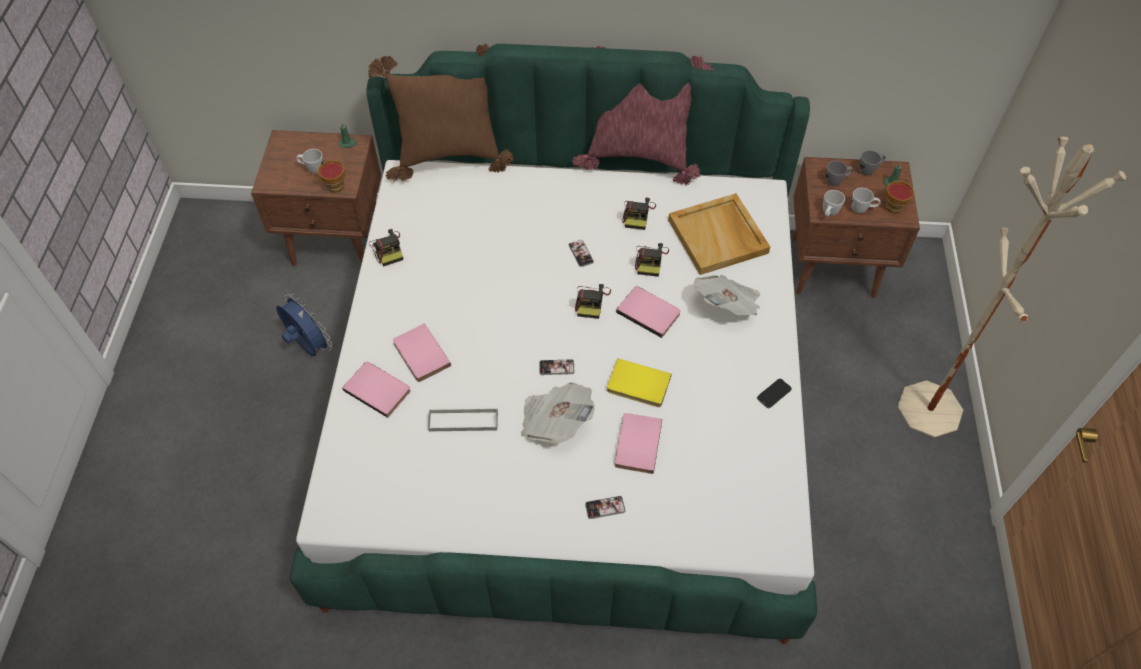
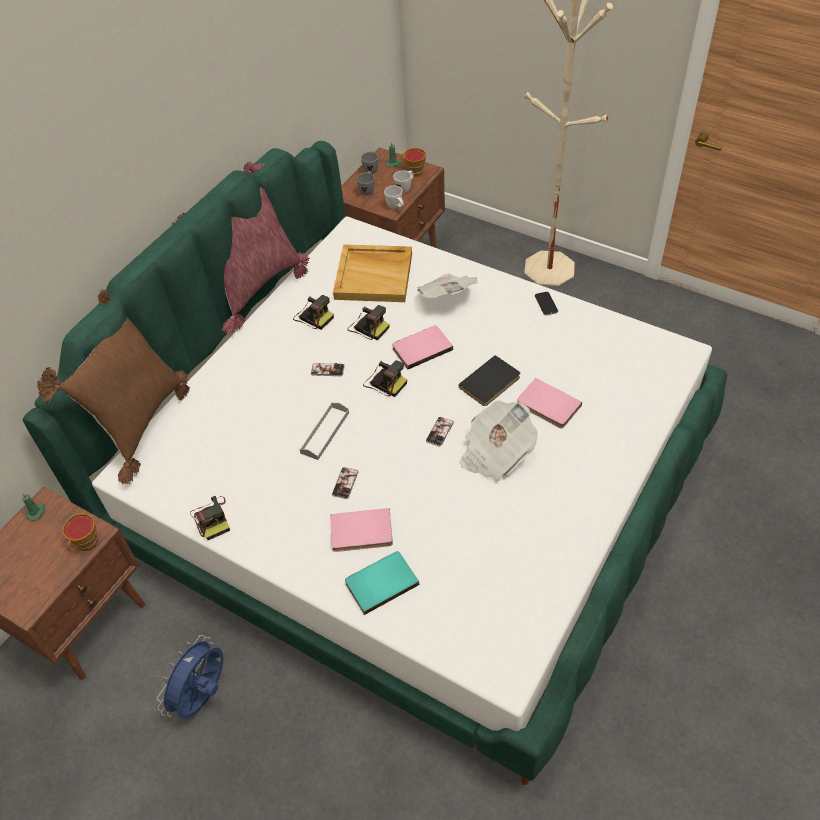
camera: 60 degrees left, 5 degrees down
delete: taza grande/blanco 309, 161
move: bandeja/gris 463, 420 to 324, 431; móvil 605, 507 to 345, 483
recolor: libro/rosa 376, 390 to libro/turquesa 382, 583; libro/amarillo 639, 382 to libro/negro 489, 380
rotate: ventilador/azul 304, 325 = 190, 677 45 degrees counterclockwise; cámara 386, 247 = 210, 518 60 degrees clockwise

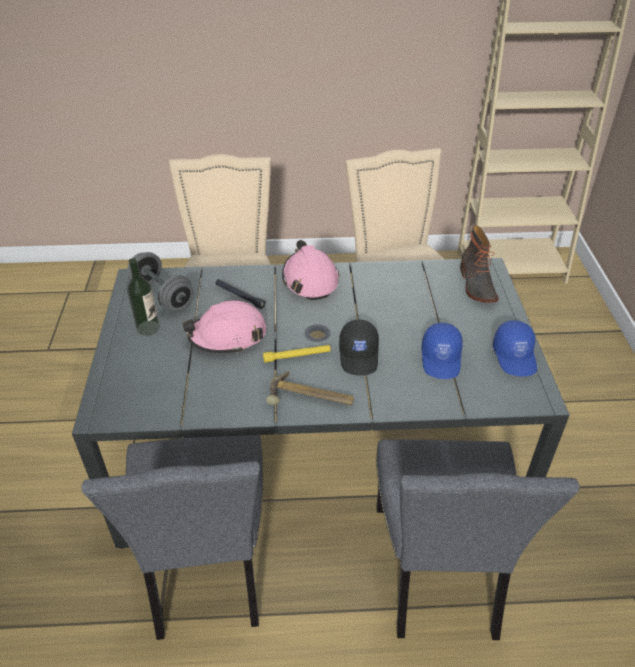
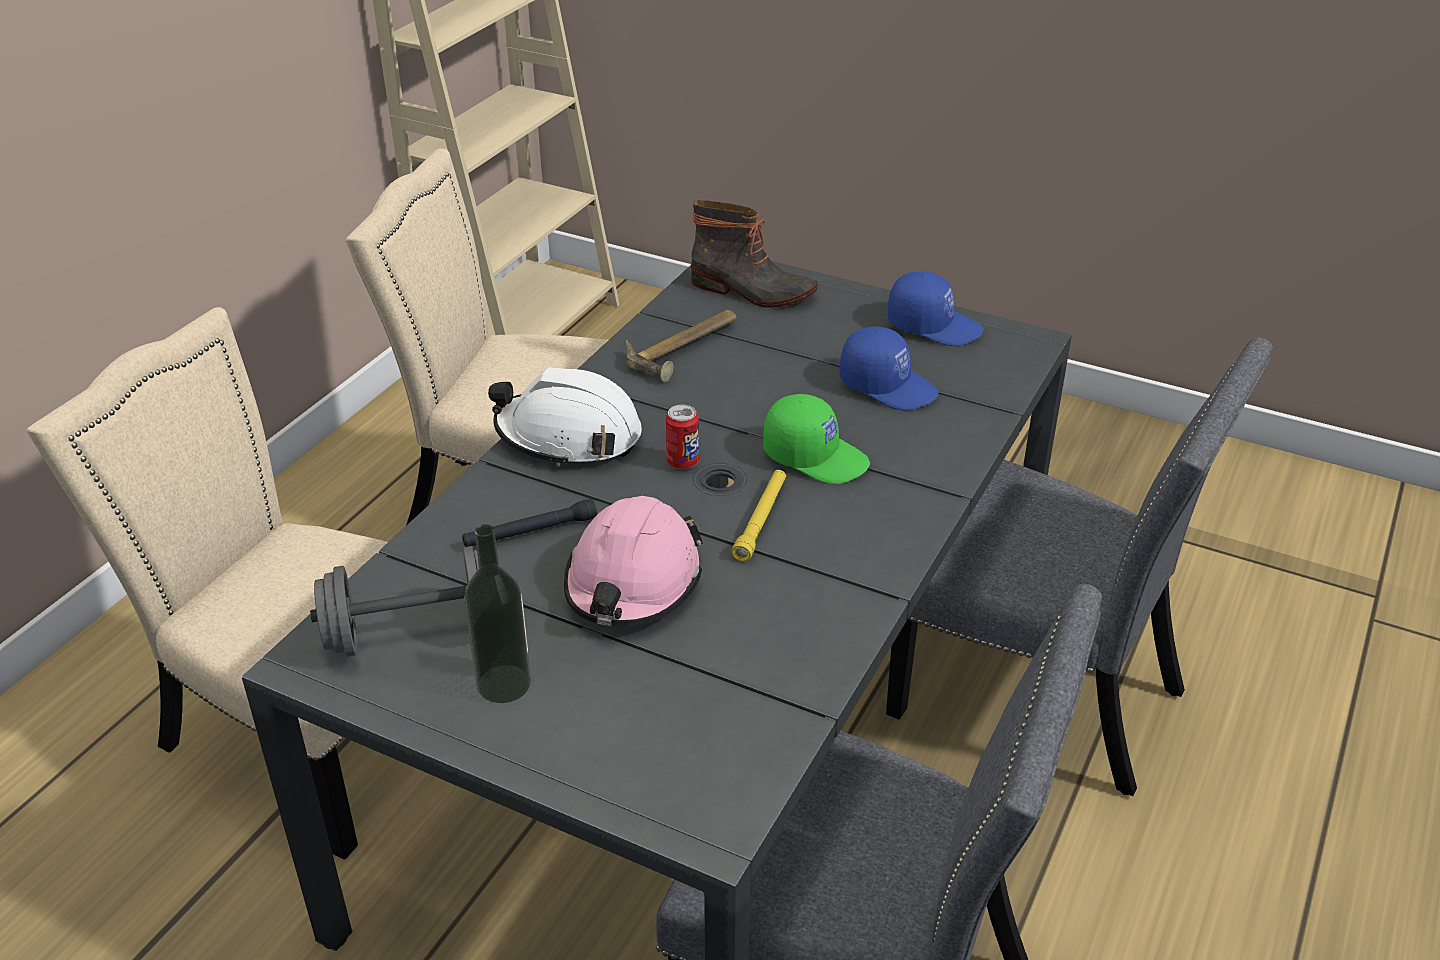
camera: 60 degrees left, 5 degrees down
insert: lata 682, 437
move: martillo 310, 387 to 681, 346
recolor: casco/rosa 310, 270 to casco/blanco 565, 417; gorra/negro 359, 348 to gorra/verde 816, 439

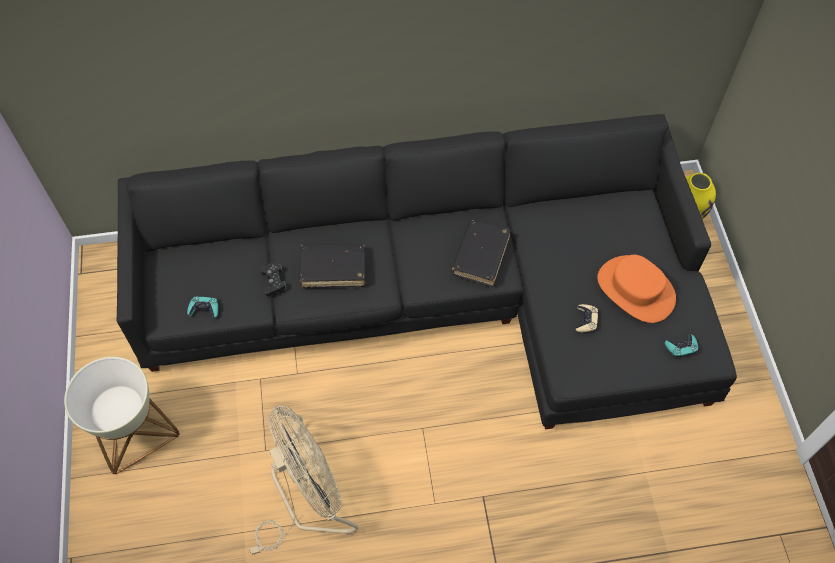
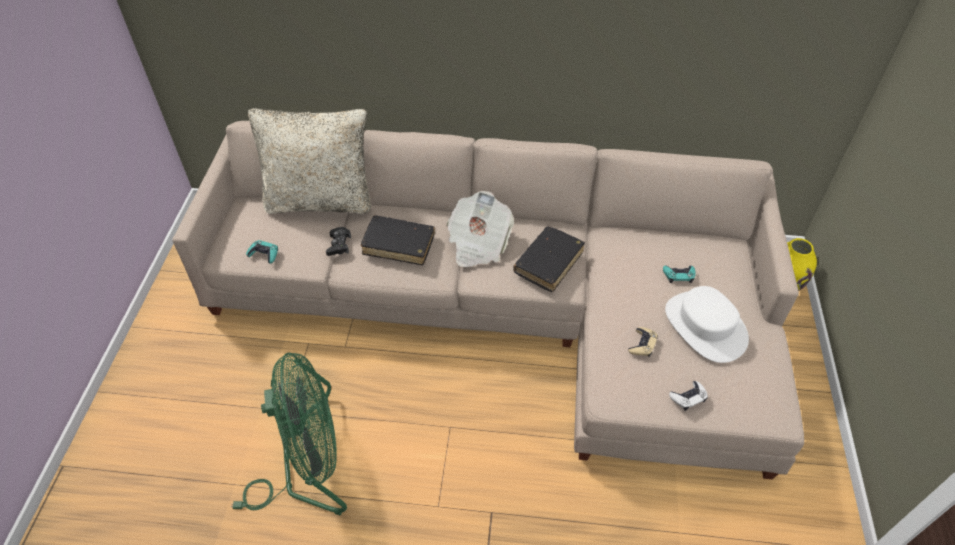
camera: 15 degrees right, 10 degrees down
delete: maceta 122, 415
insert: cojín/beis 309, 161; periódico 480, 229; mando de consola/blanco 688, 396
move: mando de consola/turquesa 681, 346 to 679, 274
recolor: sofá/negro 427, 272 to sofá/beis 488, 300; ventilador/beis 303, 480 to ventilador/verde 288, 434; sombrero/naranja 637, 289 to sombrero/blanco 707, 324

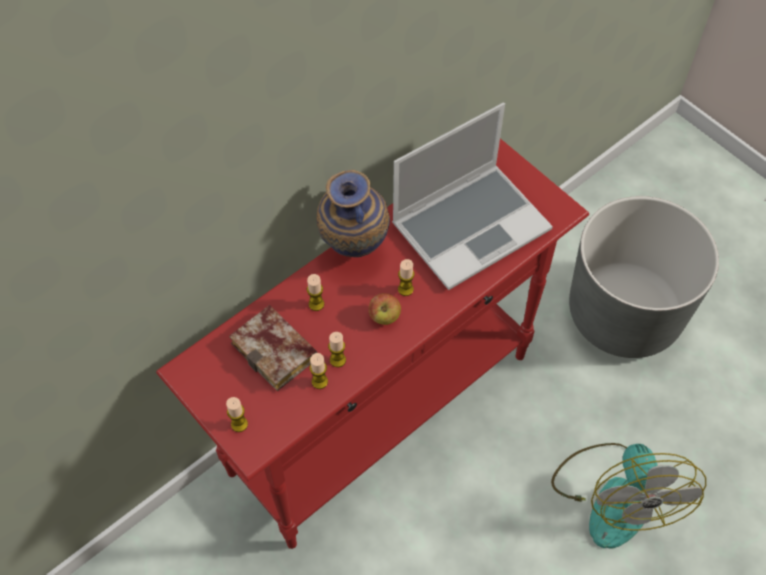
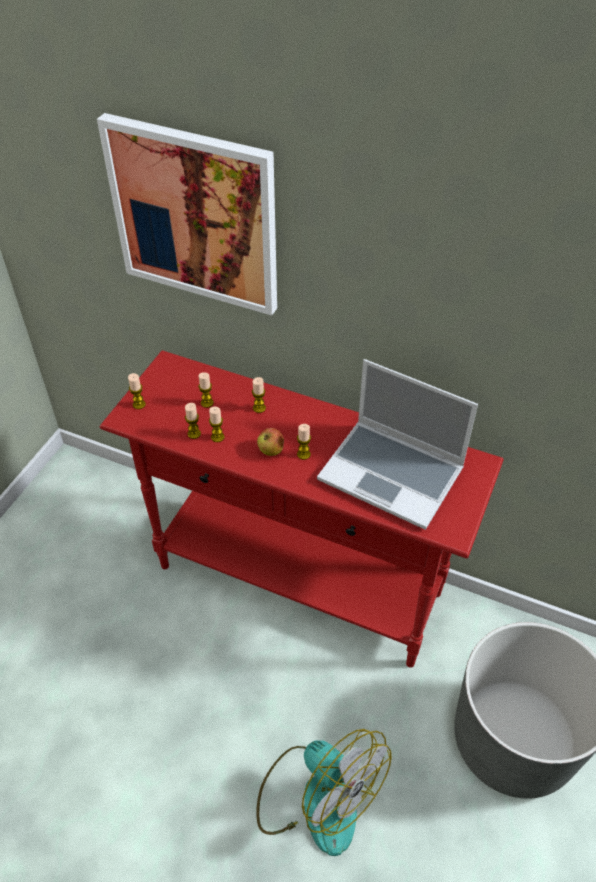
camera: 65 degrees right, 10 degrees down
delete: florero 353, 213
insert: cuadro 187, 214
replace: libro 273, 348 to vela 206, 390
rotate: ventilador 628, 496 = 324, 792 105 degrees counterclockwise

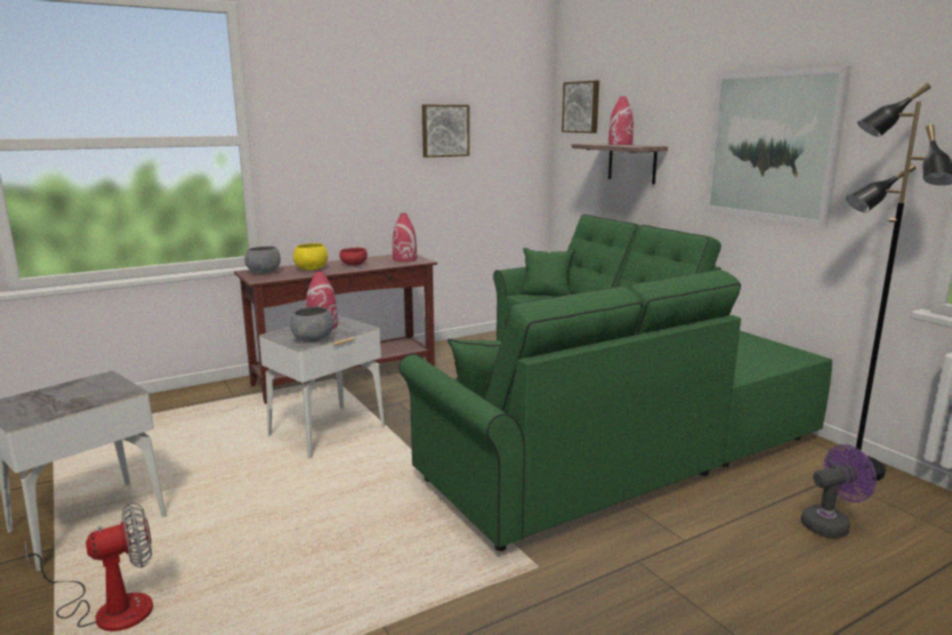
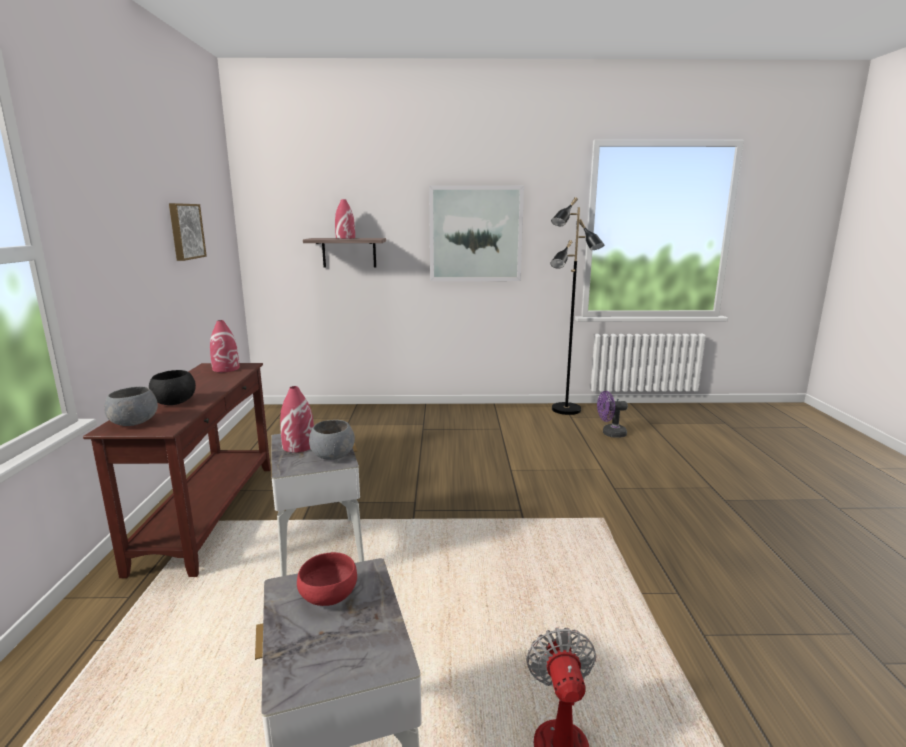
camera: 60 degrees left, 0 degrees up
delete: sofá/verde 615, 382; cuadro 580, 106
move: cuenco/rojo 353, 257 to 327, 579
recolor: cuenco/amarillo 310, 256 to cuenco/negro 172, 387
rotate: ventilador/morado 839, 491 = 612, 414 105 degrees counterclockwise

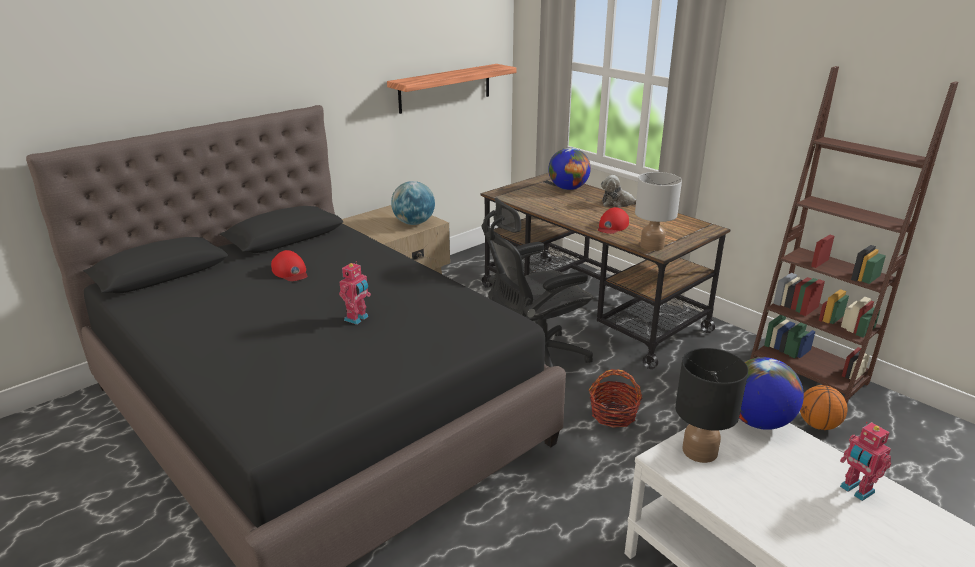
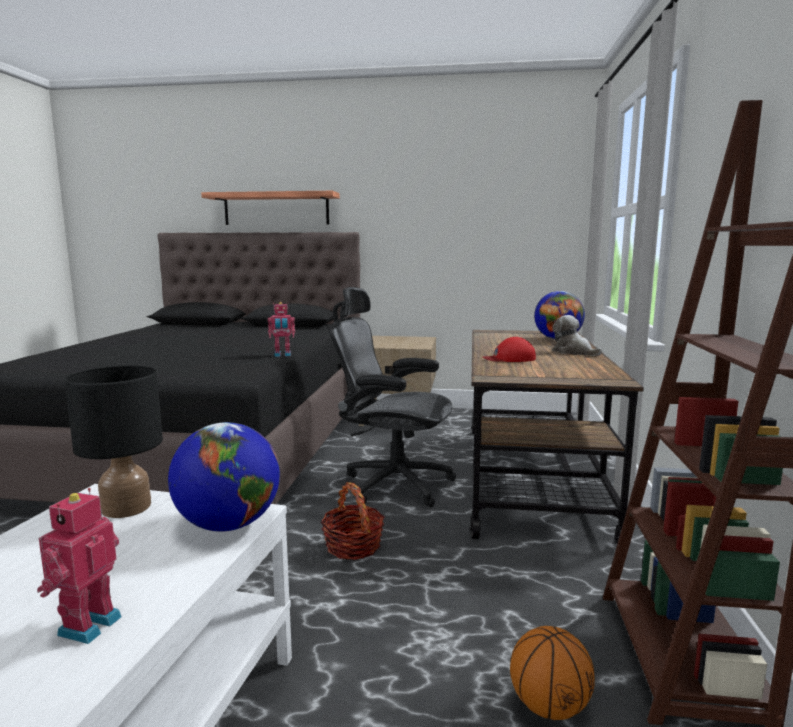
camera: 50 degrees right, 15 degrees down
delete: gorra/rojo 289, 265; globo terráqueo 413, 203; lámpara de mesa/gris 658, 211
move: robot de juguete 355, 293 to 281, 329; estante 451, 89 to 270, 208

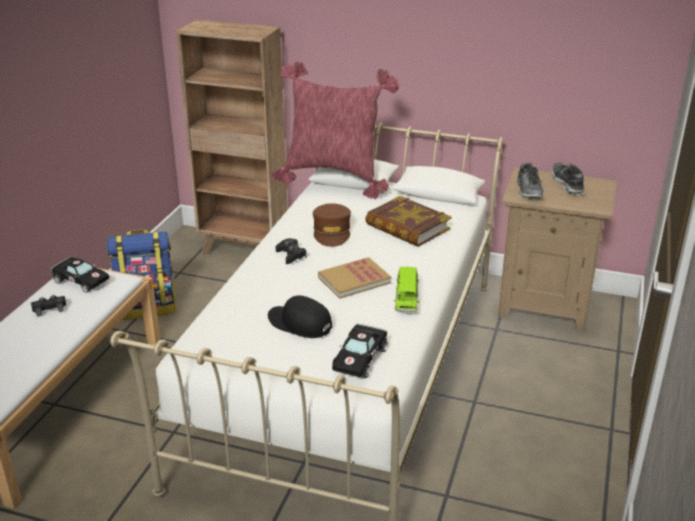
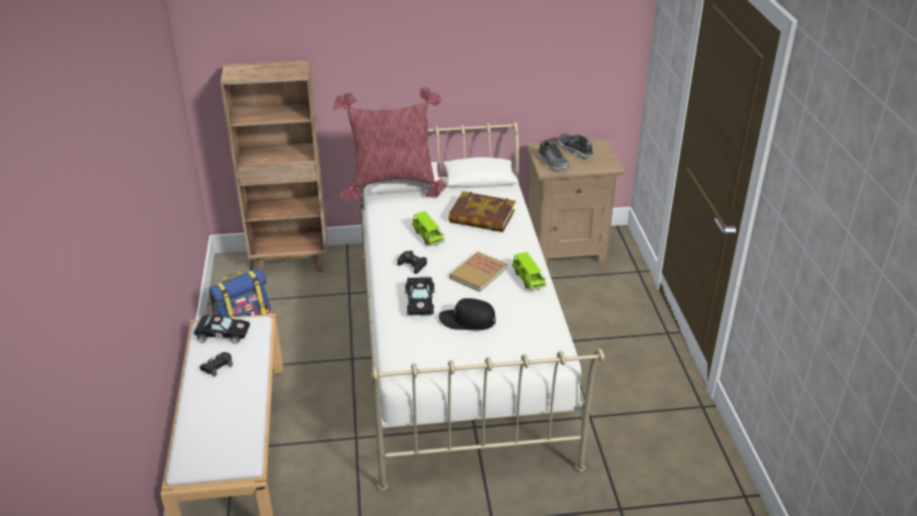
camera: 25 degrees left, 5 degrees up
move: coche de juguete/negro 360, 351 to 420, 296
replace: gorra/marrón 332, 225 to coche de juguete/verde 428, 228

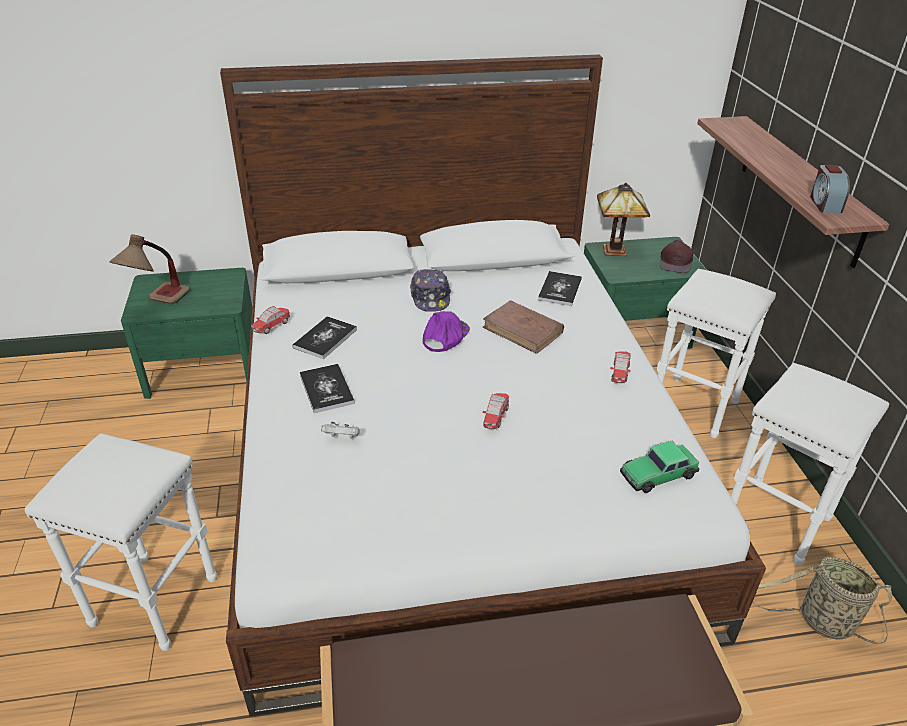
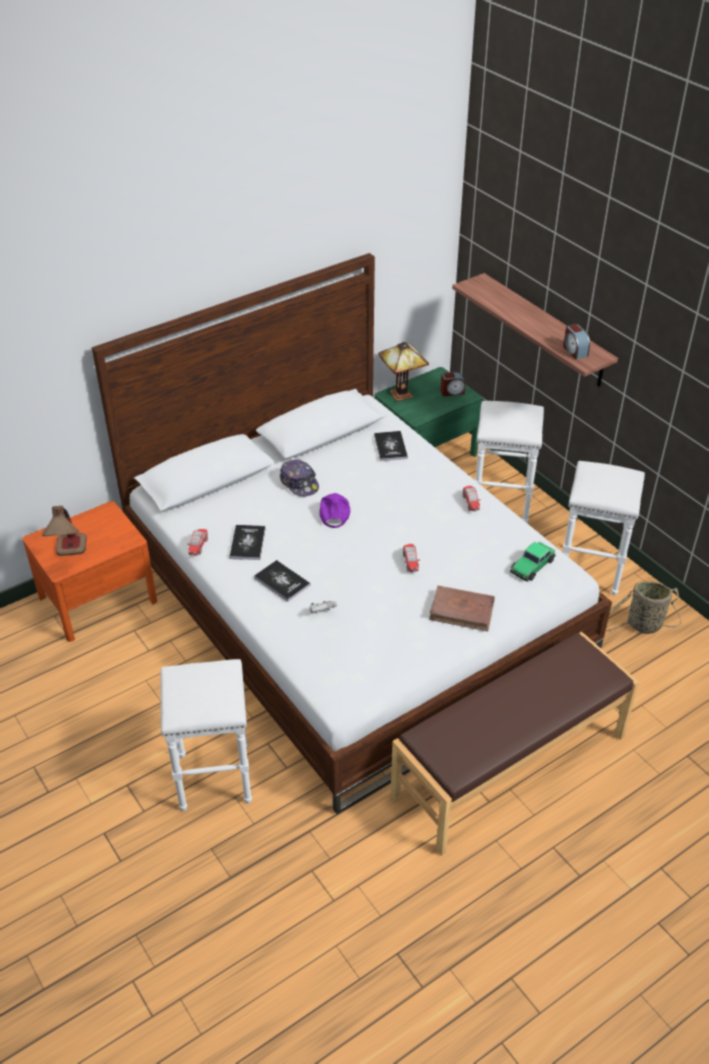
camera: 25 degrees left, 5 degrees up
move: libro/marrón 523, 327 to 462, 608
replace: gorra/marrón 676, 256 to despertador 453, 384
recolor: mesita de noche/verde 186, 333 to mesita de noche/naranja 90, 571

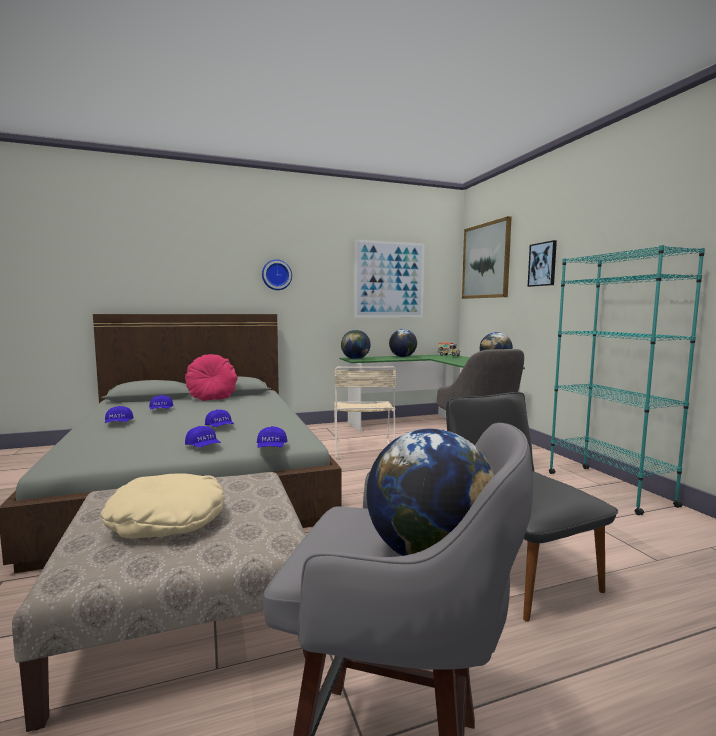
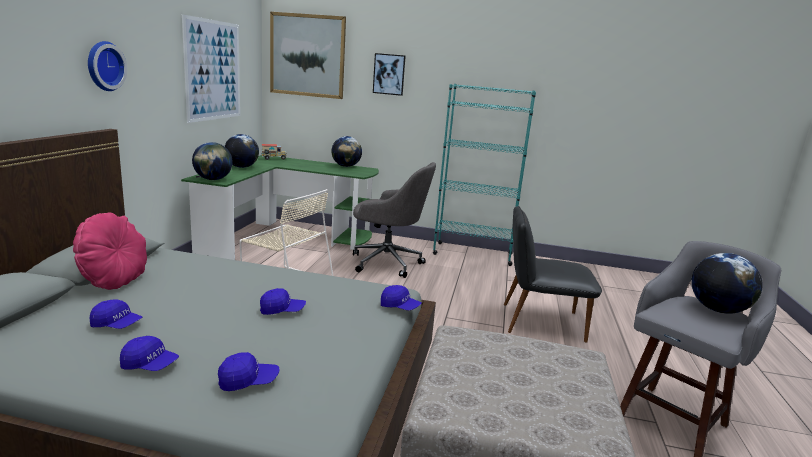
camera: 60 degrees left, 10 degrees up
delete: cojín/beis 162, 506
move: gorra/azul 203, 436 to 249, 371

